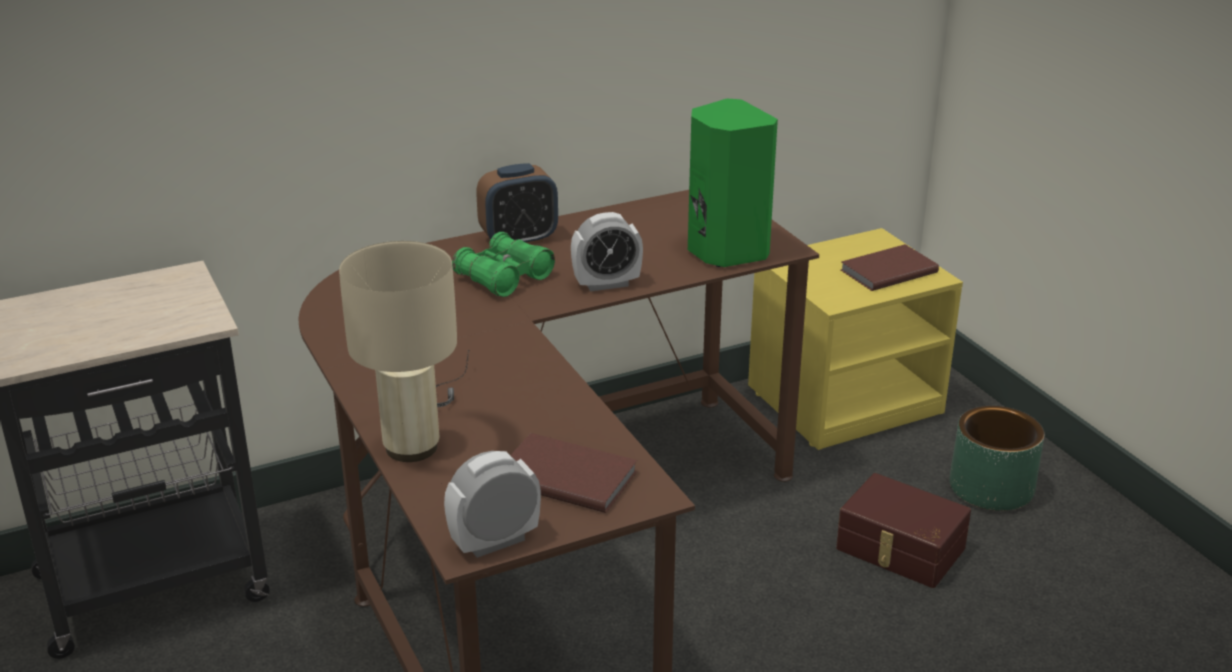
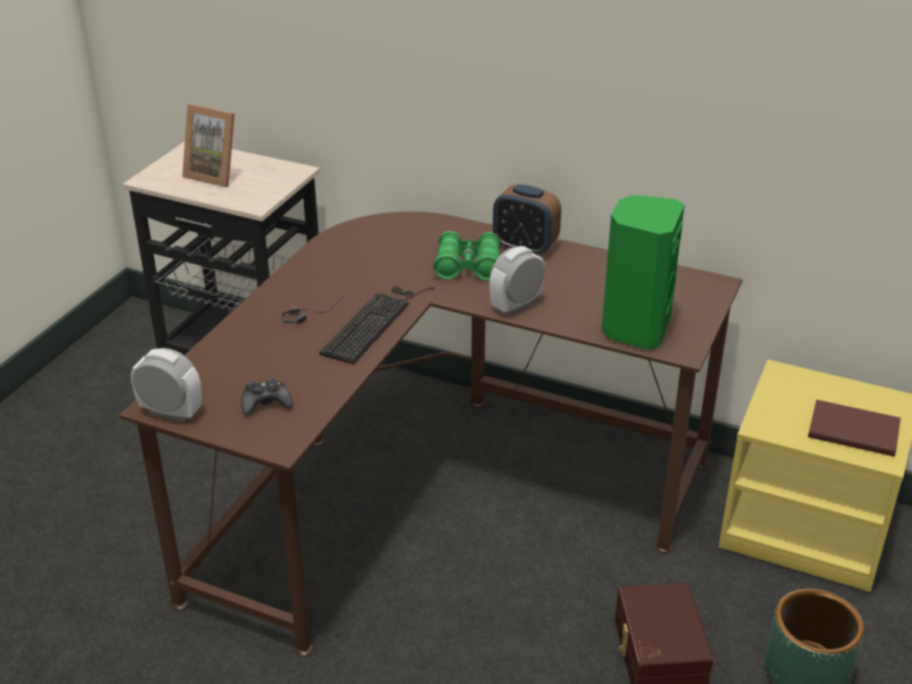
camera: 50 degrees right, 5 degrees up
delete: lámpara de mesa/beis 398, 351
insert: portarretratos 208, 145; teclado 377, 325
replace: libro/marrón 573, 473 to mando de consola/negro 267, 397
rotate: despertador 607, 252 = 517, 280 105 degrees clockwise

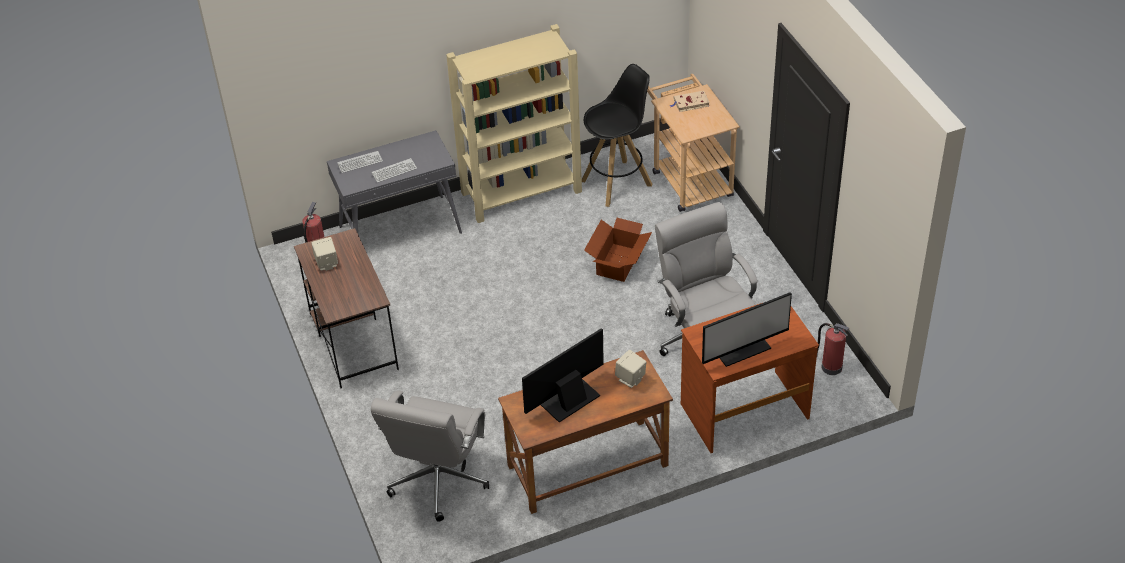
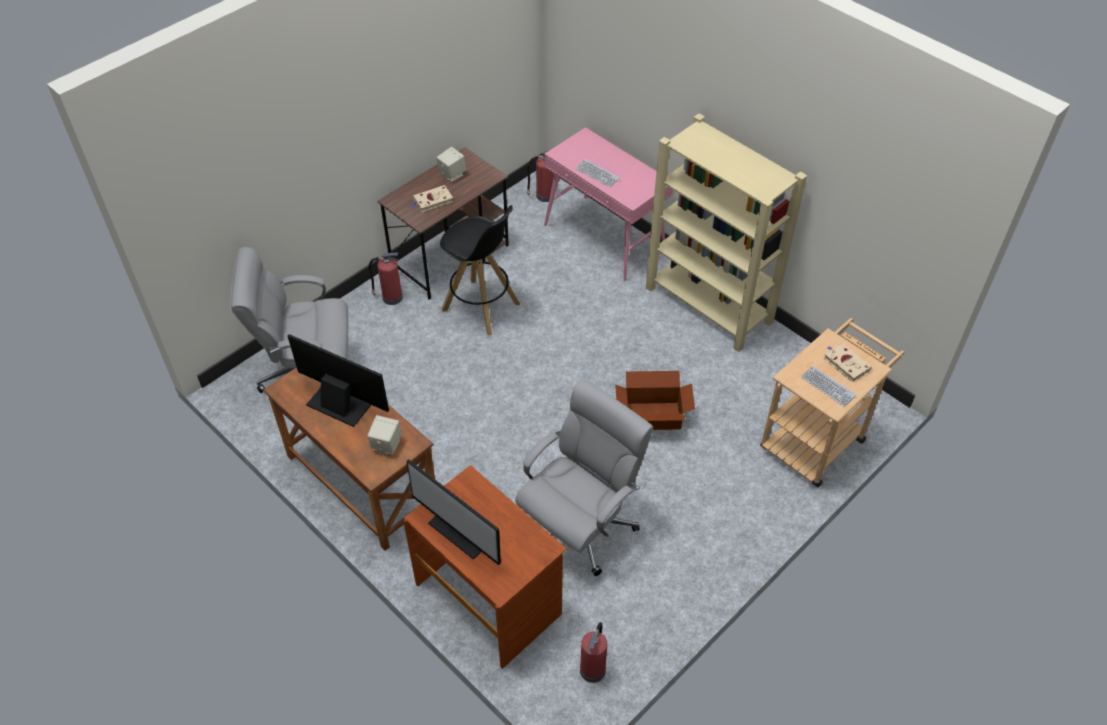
camera: 65 degrees right, 5 degrees up
insert: extintor 386, 278; libro/beis 431, 199
move: teclado 360, 162 to 828, 386; taburete/negro 617, 135 to 480, 270
recolor: mesa consola/gris 394, 182 to mesa consola/rosa 608, 204

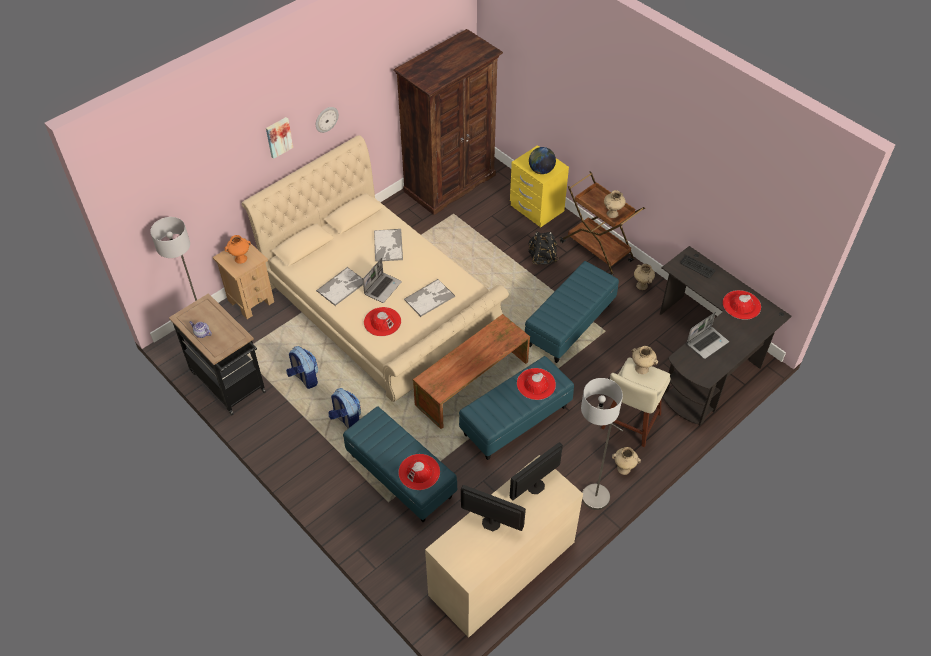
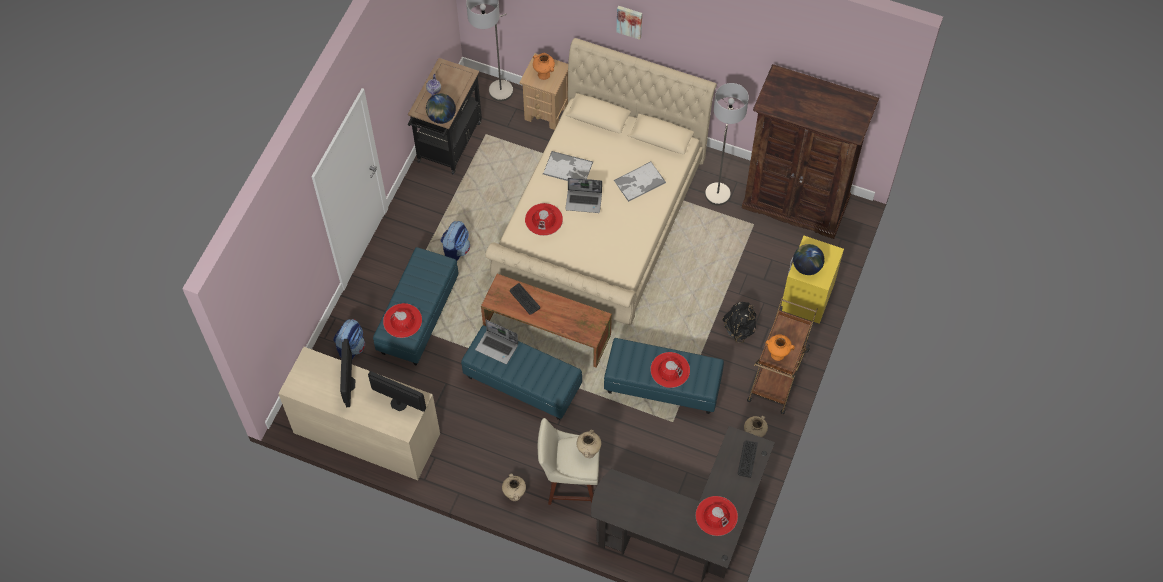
camera: 65 degrees right, 10 degrees up
delete: reloj de pared 327, 120; bandeja 429, 298
insert: globo terráqueo 441, 109; teclado 525, 299
move: mochila 302, 367 to 349, 339; sombrero/rojo 536, 384 to 670, 370; lámpara de pie/gris 602, 444 to 727, 144; portátil 707, 335 to 496, 342
recolor: florero/beis 615, 204 to florero/naranja 780, 348

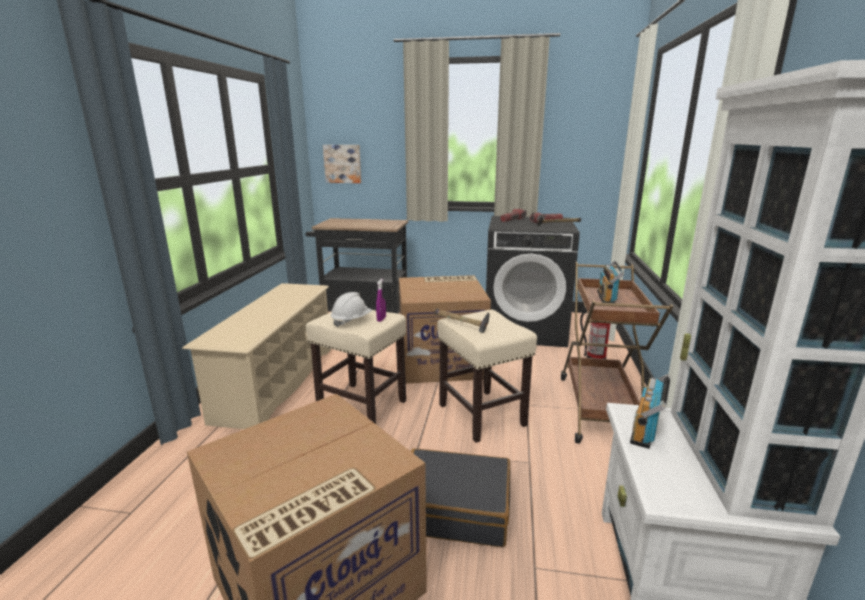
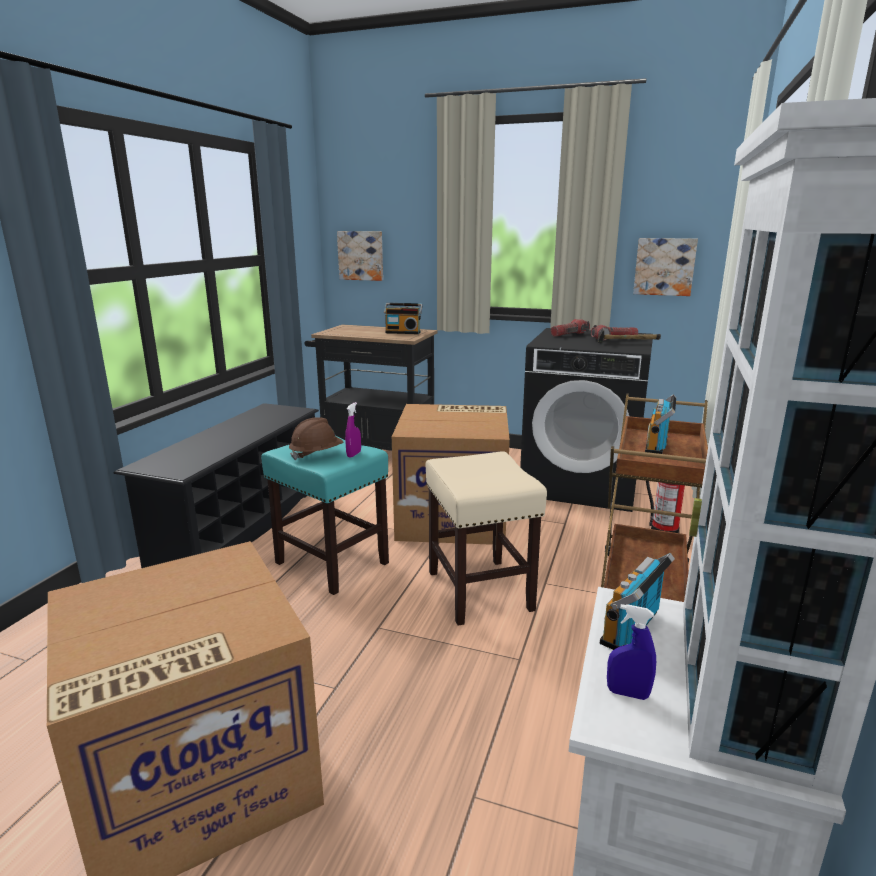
camera: 10 degrees right, 0 degrees up
delete: maleta/negro 460, 497; martillo 462, 321
insert: radio 403, 318; pulverizador/azul 631, 652; cuadro 665, 267
recolor: zapatero/beis 256, 356 to zapatero/negro 216, 485; taburete/beis 356, 367 to taburete/turquesa 325, 515; casco/blanco 351, 309 to casco/marrón 316, 439

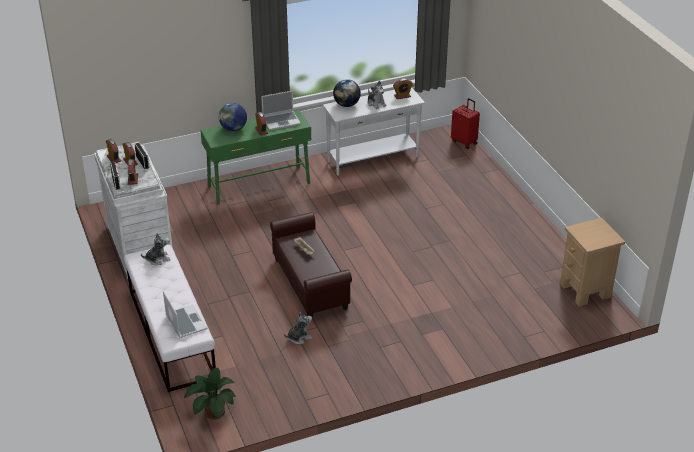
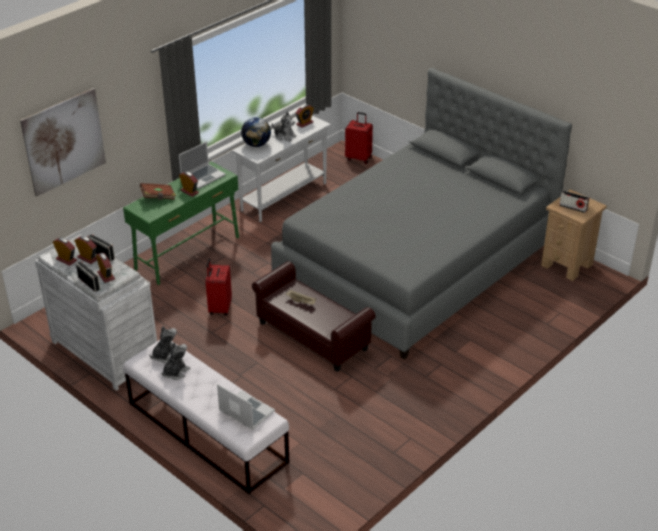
camera: 25 degrees left, 0 degrees up
delete: planta en maceta 210, 393
insert: cuadro 63, 142; maleta/rojo 219, 287; cama/gris 421, 214; radio 574, 201
move: peluche 298, 328 to 175, 361
replace: globo terráqueo 233, 117 to libro/marrón 158, 191

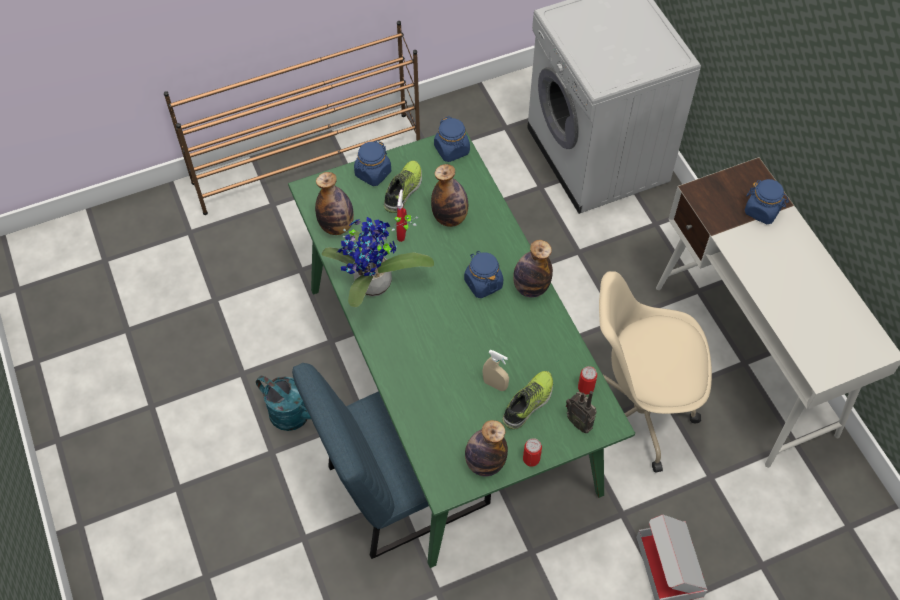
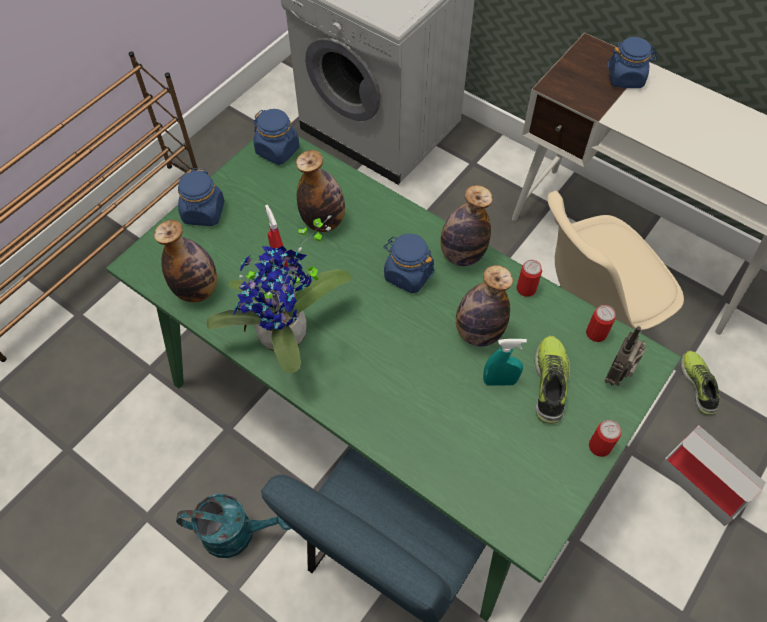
camera: 30 degrees left, 0 degrees up
insert: lata 529, 278
move: zapato 403, 187 to 700, 383; botella 486, 448 to 484, 306
recolor: pulverizador/beis 496, 370 to pulverizador/turquesa 505, 362
rotate: radio 581, 412 = 625, 356 105 degrees clockwise

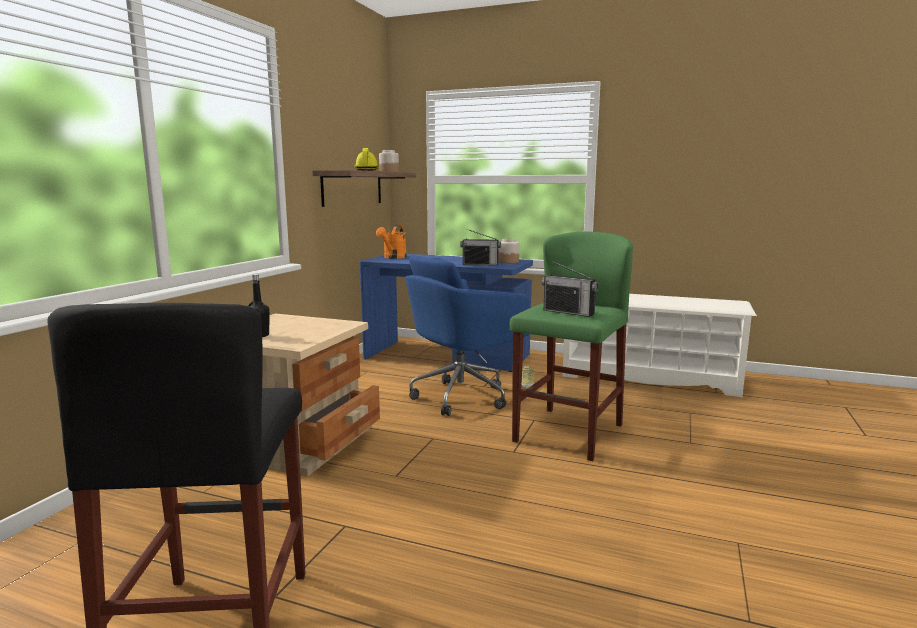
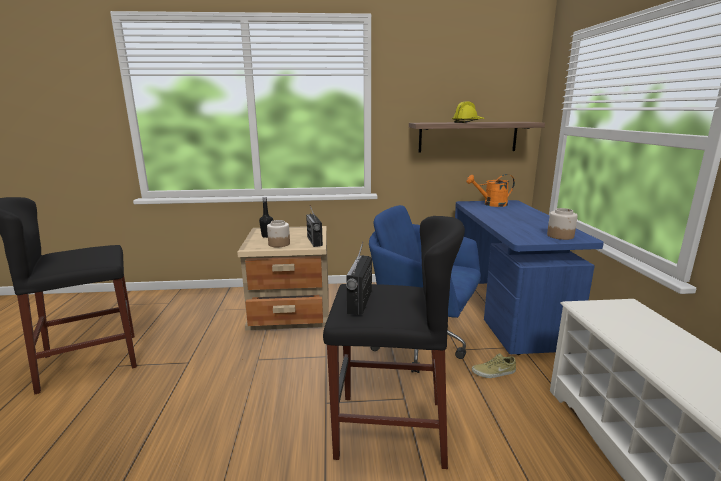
camera: 65 degrees right, 5 degrees up
move: tarro 389, 161 to 278, 233; radio 480, 247 to 314, 226
recolor: taburete/verde 571, 346 to taburete/negro 394, 342

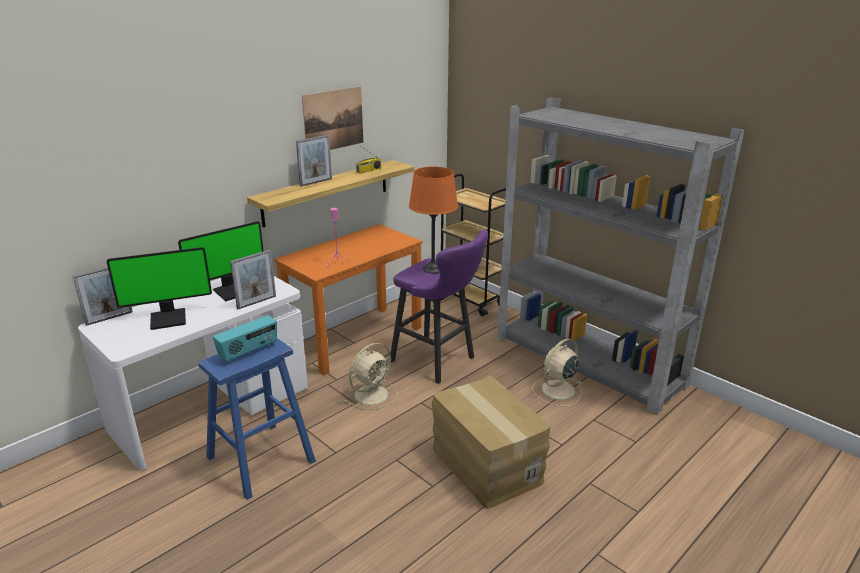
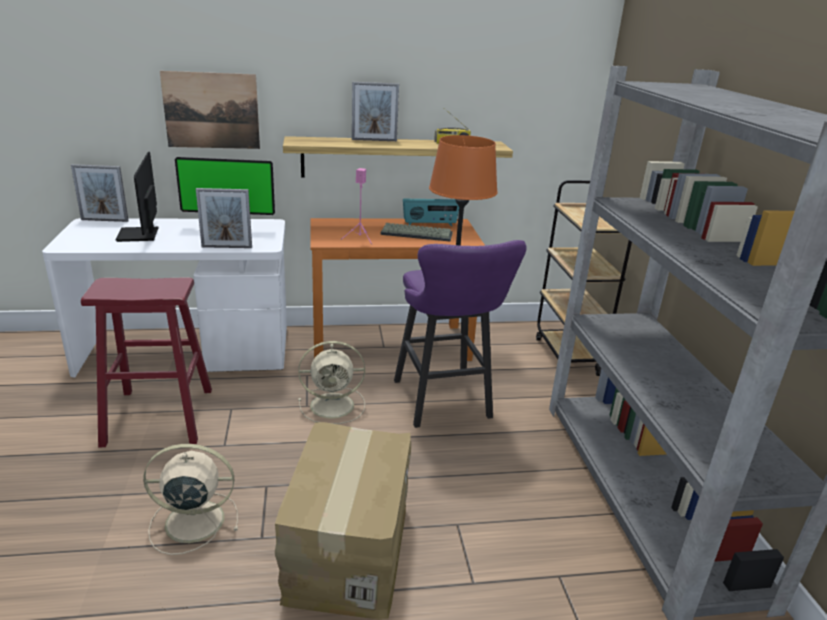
camera: 35 degrees right, 0 degrees up
insert: teclado 416, 232
move: radio 245, 339 to 431, 212; cuadro 332, 118 to 210, 110; ventilador/beis 557, 372 to 190, 499
recolor: taburete/azul 257, 419 to taburete/rojo 146, 362
rotate: monitor 159, 288 = 137, 197 60 degrees clockwise

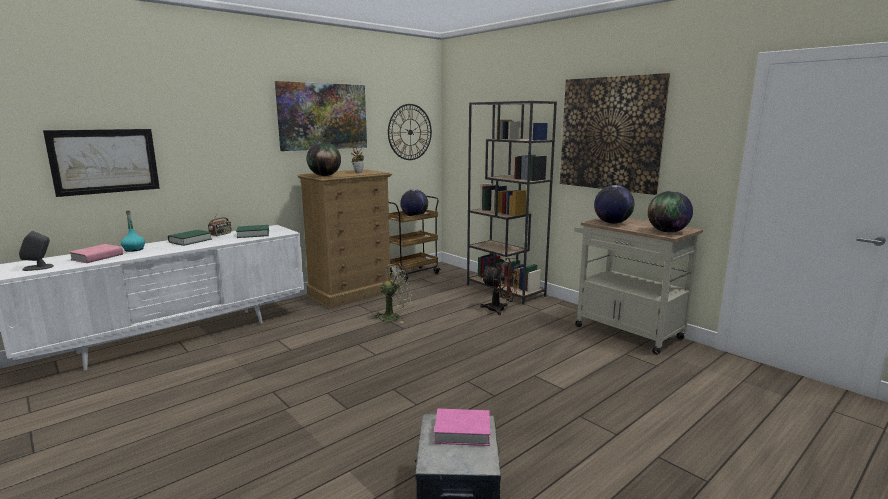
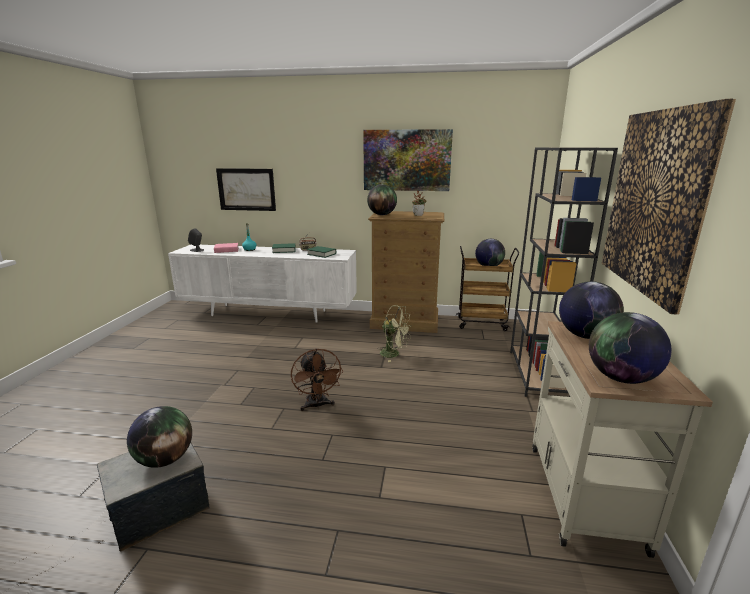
camera: 50 degrees right, 5 degrees up
delete: reloj de pared 410, 132
move: ventilador/marrón 500, 286 to 317, 379
replace: libro/rosa 462, 427 to globo terráqueo 159, 437

